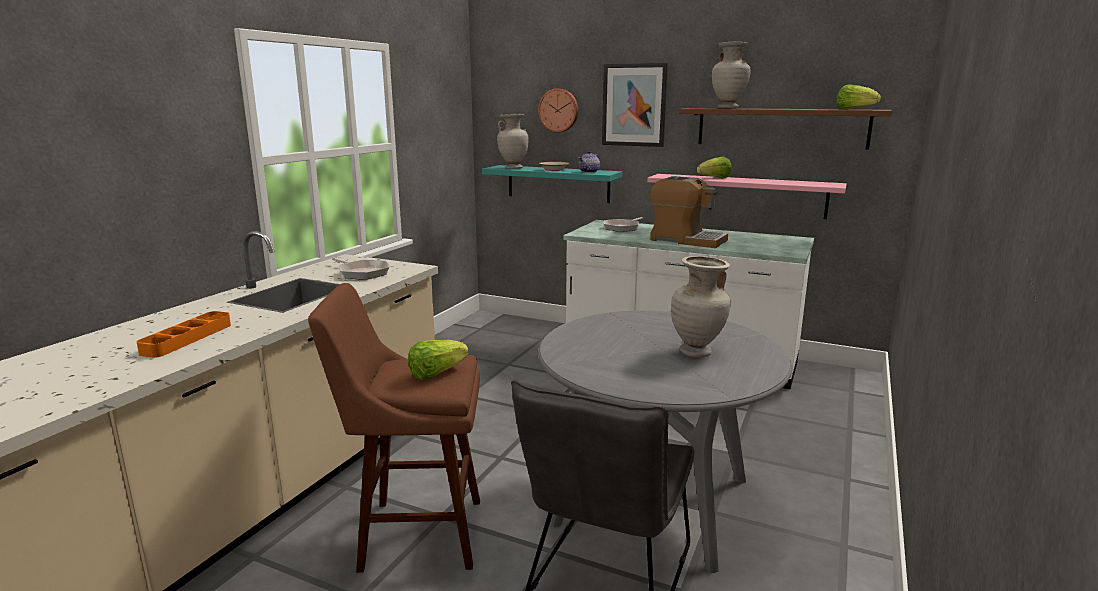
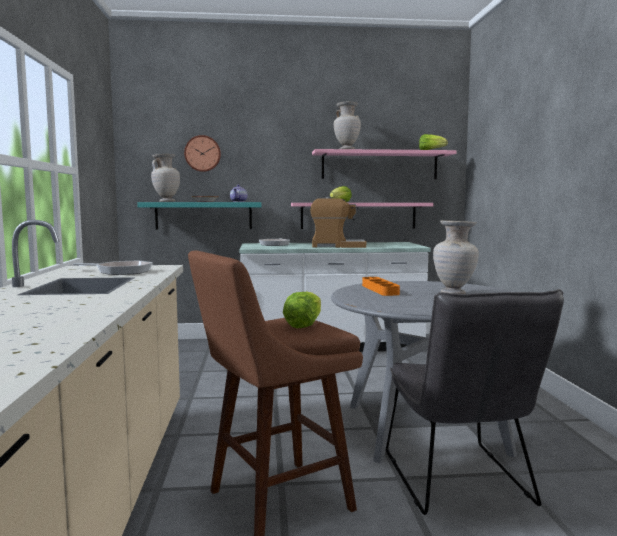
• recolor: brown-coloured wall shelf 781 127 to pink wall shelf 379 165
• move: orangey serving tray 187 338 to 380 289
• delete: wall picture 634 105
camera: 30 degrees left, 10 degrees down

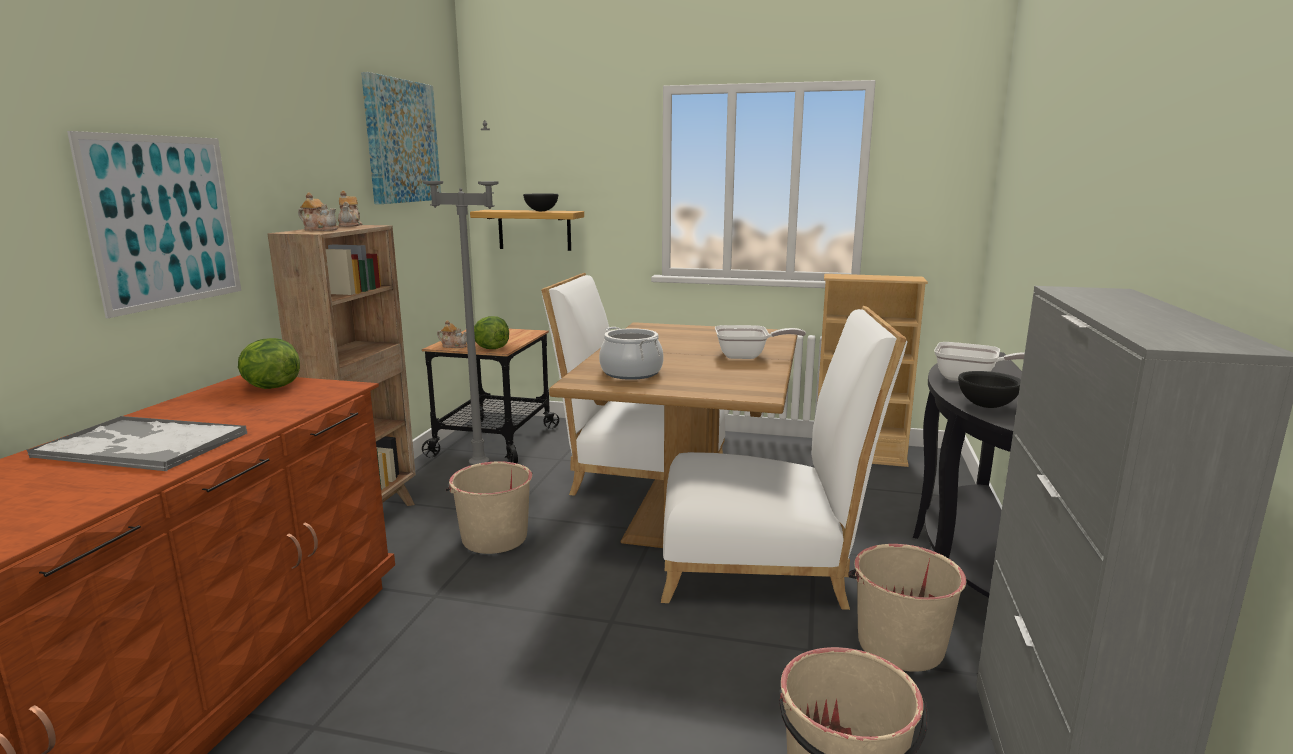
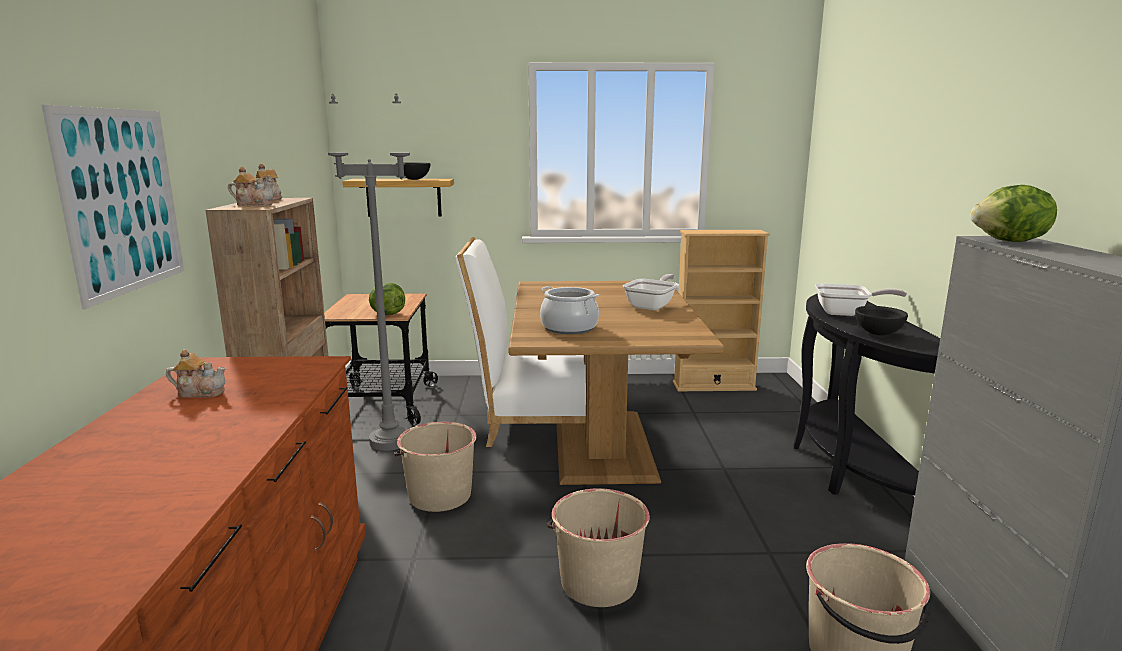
• move: pot for tea 454 346 to 200 392
• move: beige pail 899 644 to 598 582
• rotate: skillet 747 356 = 652 306 45 degrees counterclockwise
• move: lettuce head 270 387 to 1010 242
• delete: serving tray 141 445
• delete: wall picture 401 141
• delete: white upright chair 764 565
camera: 15 degrees left, 0 degrees up

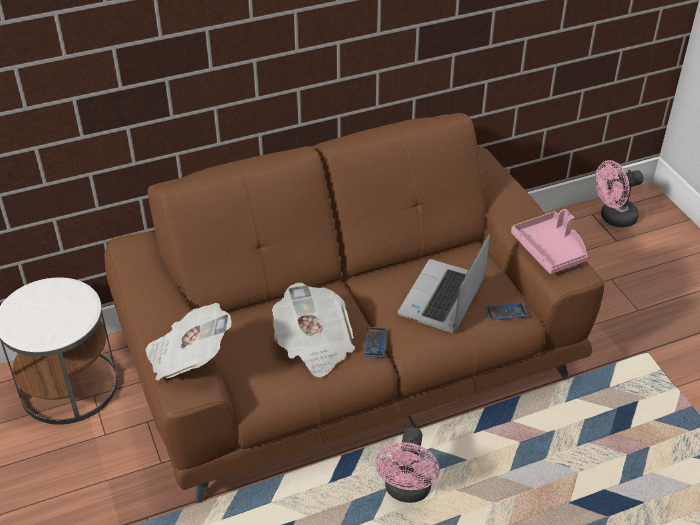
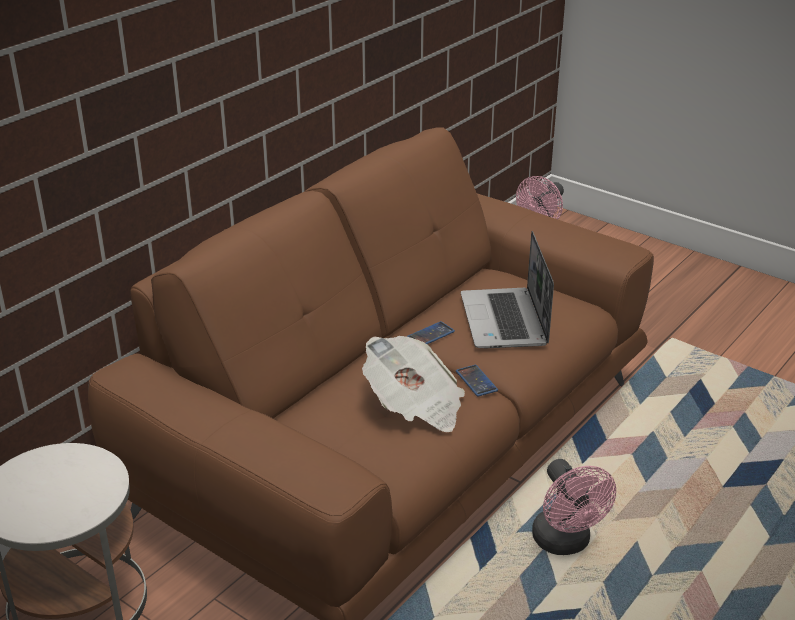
• move: telephone 506 312 to 430 335
• delete: daily paper 188 357
• delete: pink serving tray 550 250
camera: 30 degrees left, 10 degrees down

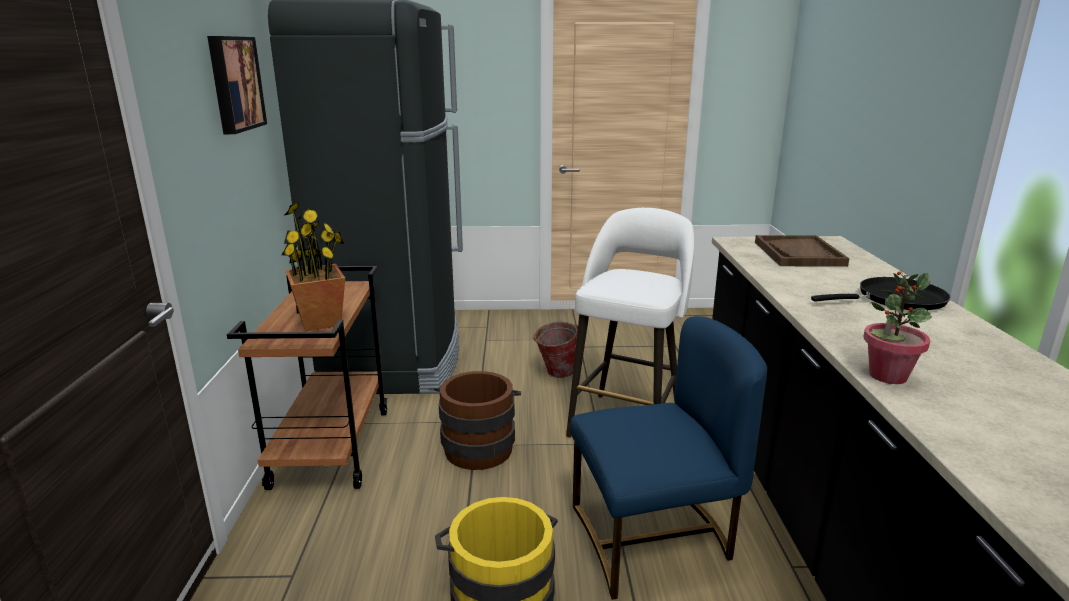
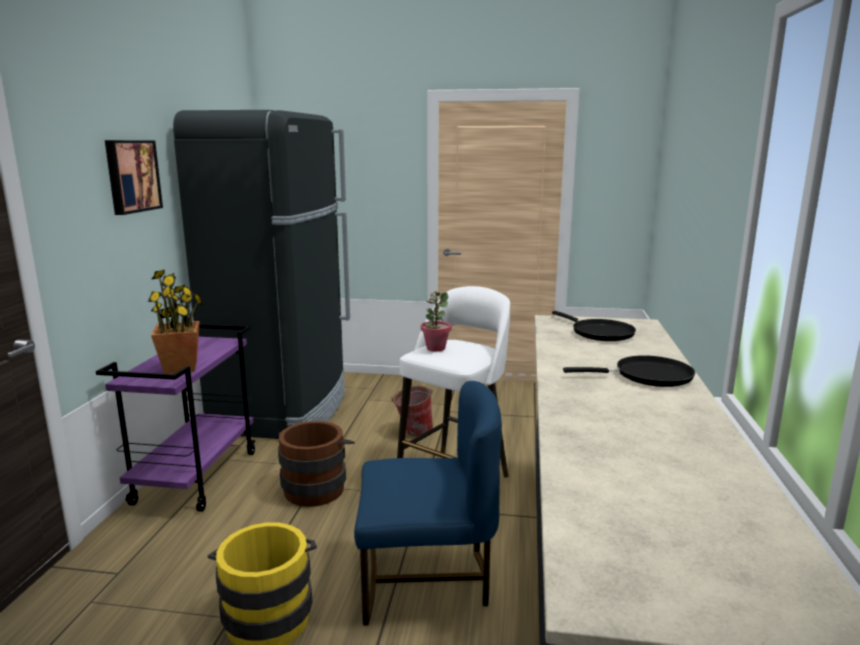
• recolor: brown-coloured trolley 331 447 to purplish trolley 196 476
• move: houseplant 887 376 to 435 348
• replace: brown-coloured serving tray 799 254 to black-coloured skillet 599 333
camera: 10 degrees right, 5 degrees down

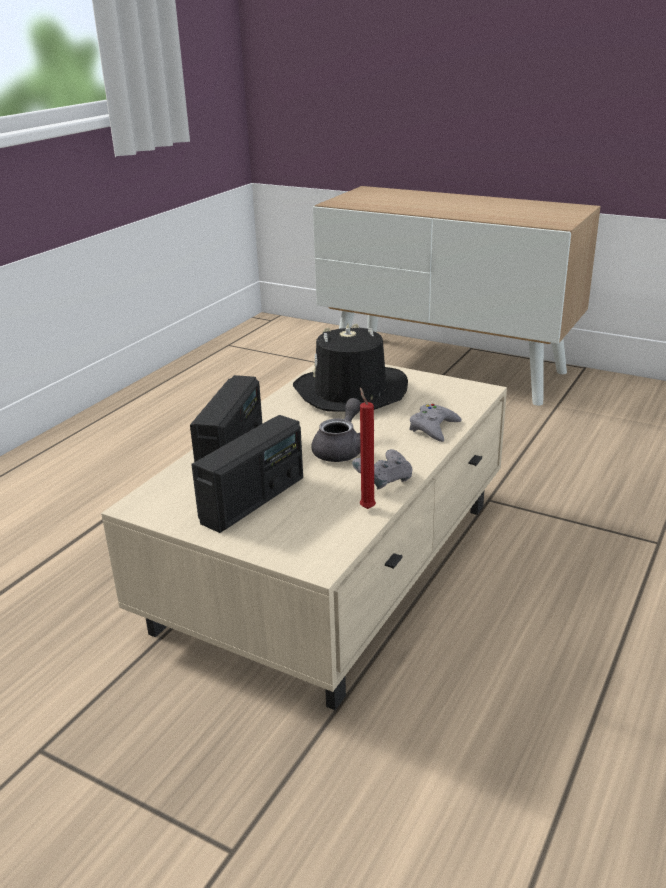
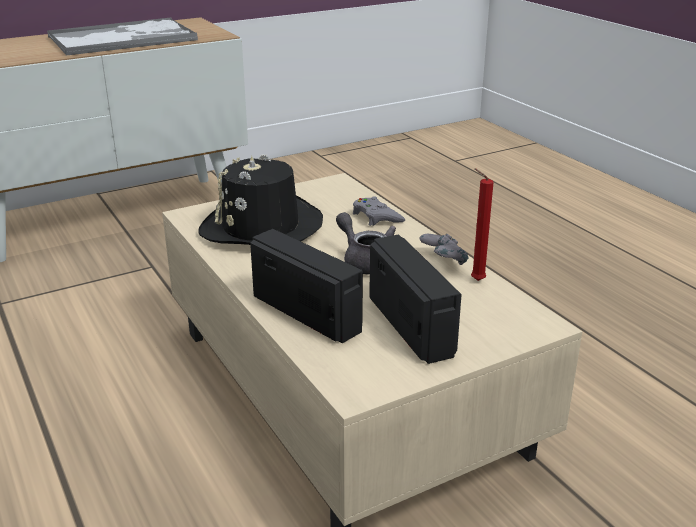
• insert: serving tray 124 39
camera: 60 degrees left, 0 degrees up

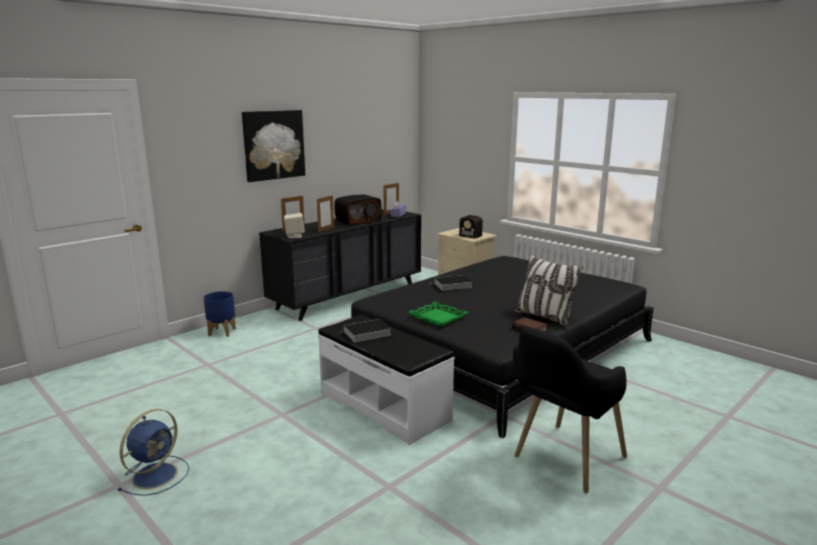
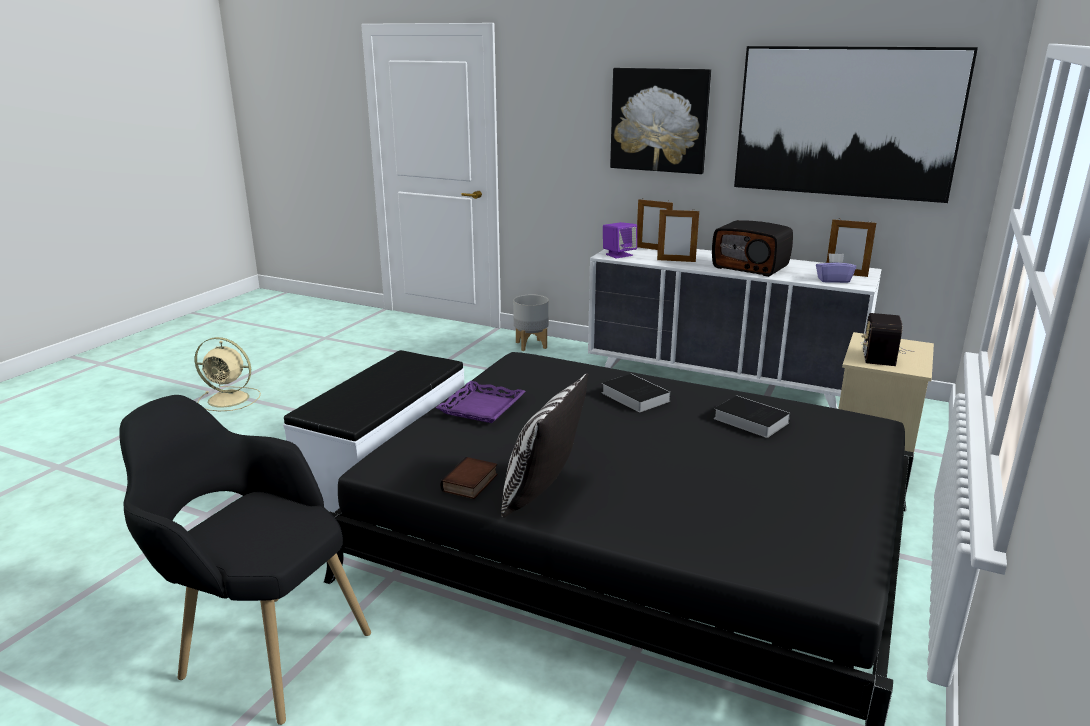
• recolor: blue cooling fan 156 474 to beige cooling fan 230 399
• recolor: greenish serving tray 438 317 to purplish serving tray 482 408
• recolor: blue planter 222 332 to greyish planter 531 345
• recolor: black-coloured drawer chest 348 296 to white drawer chest 722 381
• recolor: beige loudspeaker 294 236 to purplish loudspeaker 619 255
• move: bound book 366 334 to 748 420
• insert: wall picture 845 122
camera: 70 degrees right, 5 degrees up

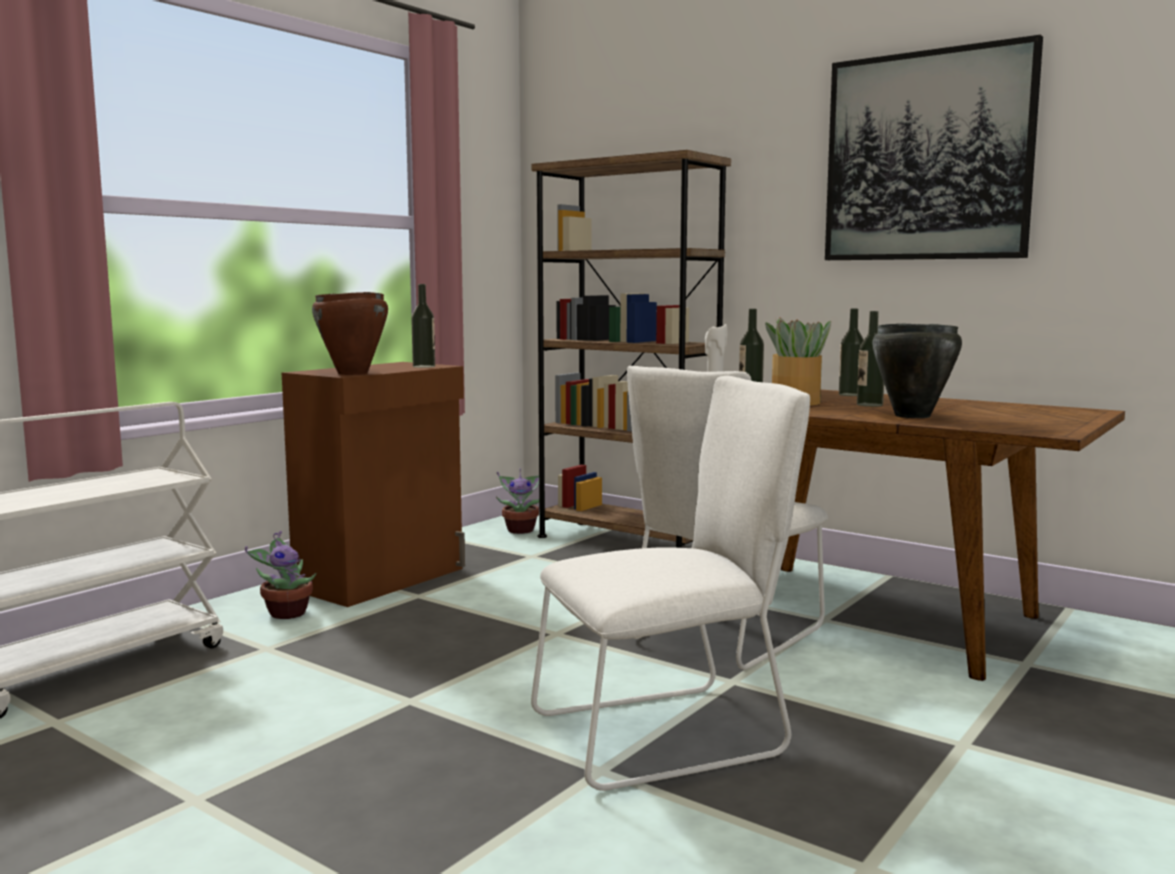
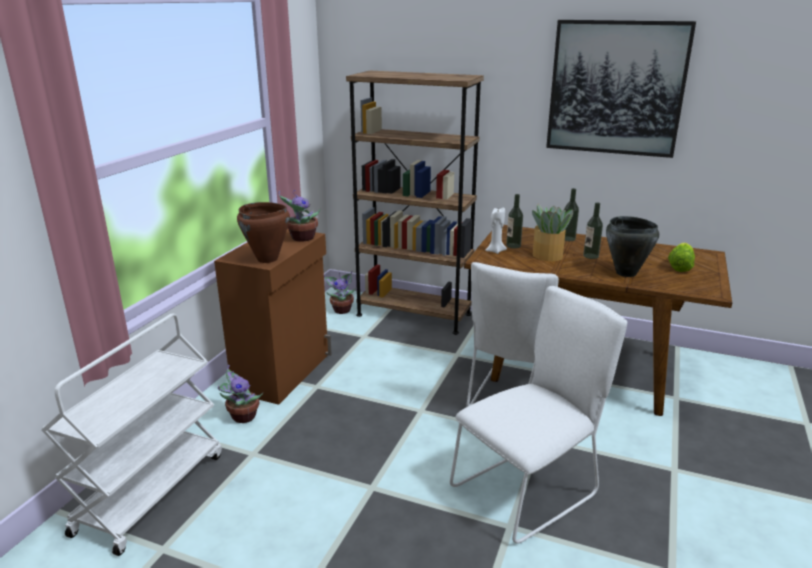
• replace: beverage bottle 424 366 to houseplant 301 238
• insert: lettuce head 680 267
camera: 15 degrees left, 15 degrees up

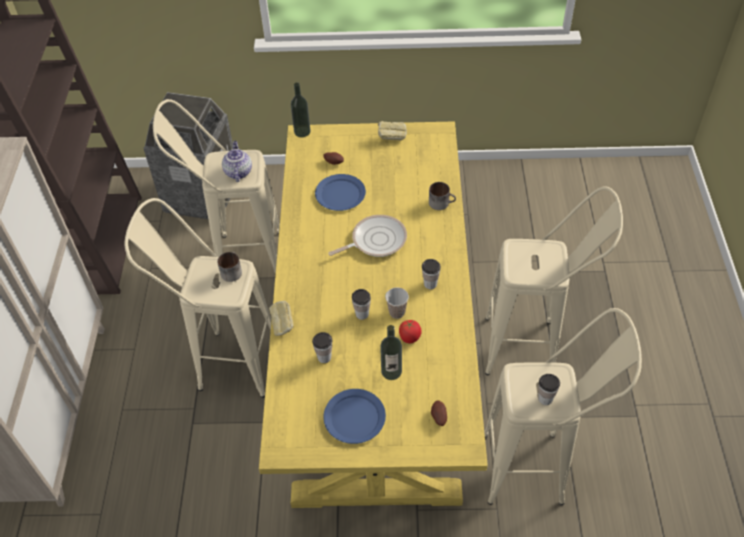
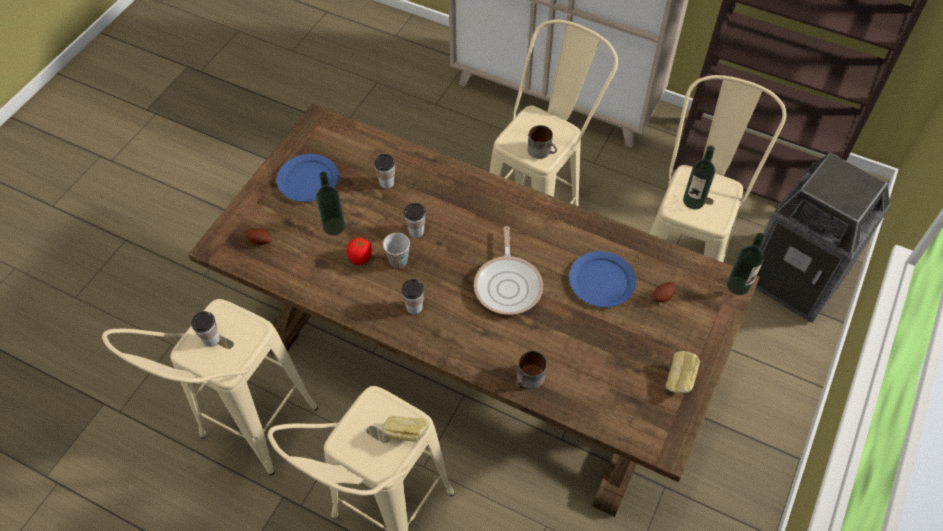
• recolor: yellowish kitchen table 374 353 to brown-coloured kitchen table 472 354
• move: baked bread 283 325 to 407 435
• replace: pot for tea 238 172 to beverage bottle 693 201
camera: 115 degrees right, 5 degrees up

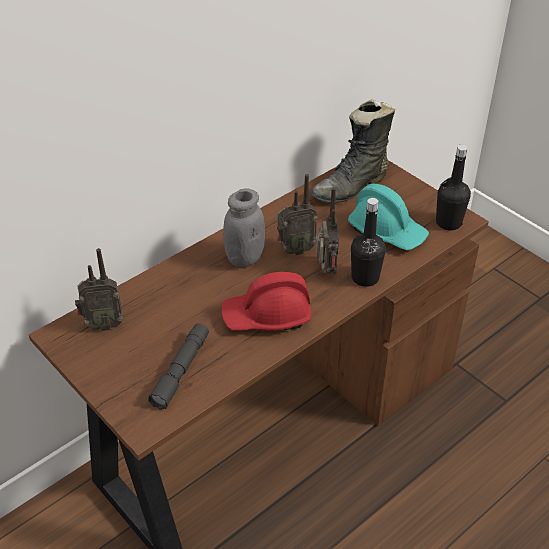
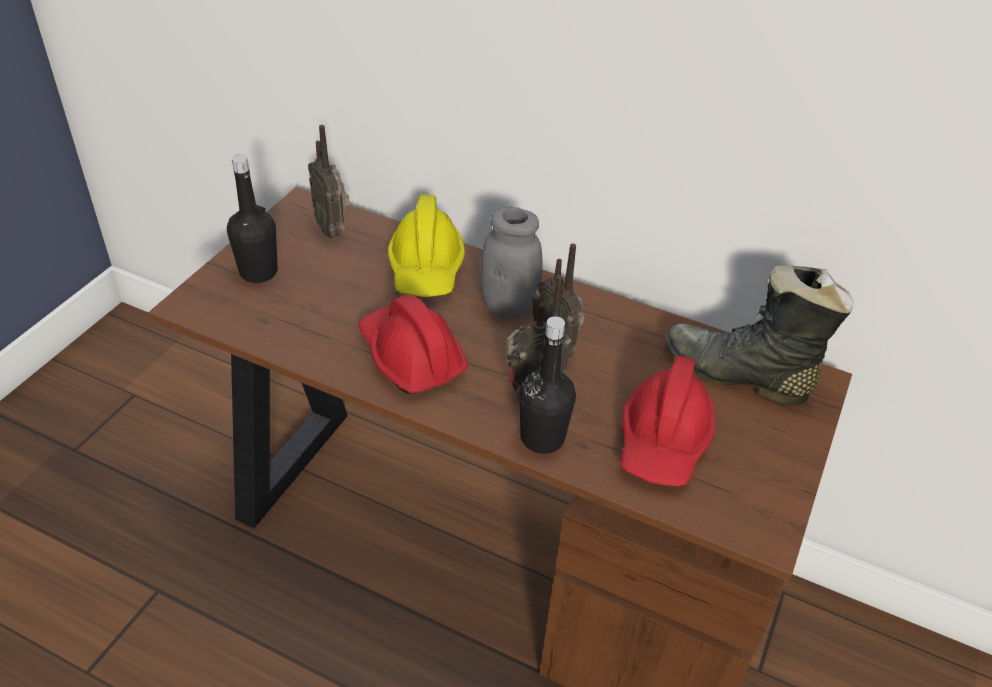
• move: black-coloured beverage bottle 448 223 to 258 272
• insert: yellowish hard hat 426 268
• recolor: blue-green hard hat 387 231 to reddish hard hat 664 440
• delete: greyish torch 181 371
camera: 65 degrees right, 0 degrees up

